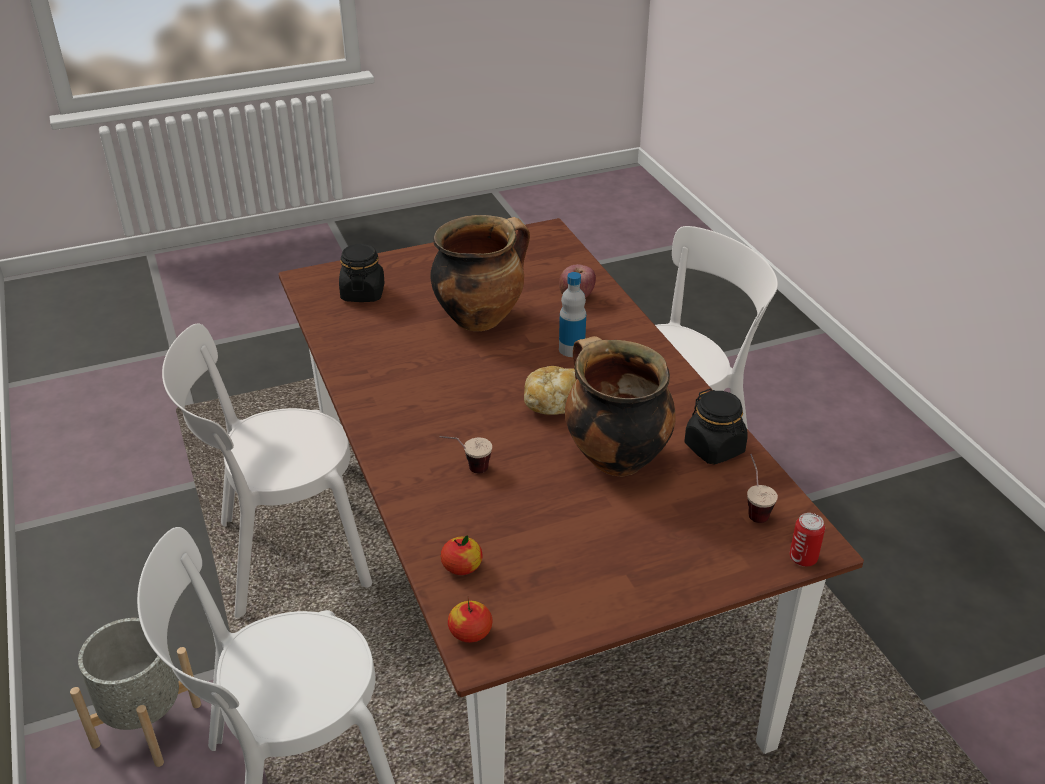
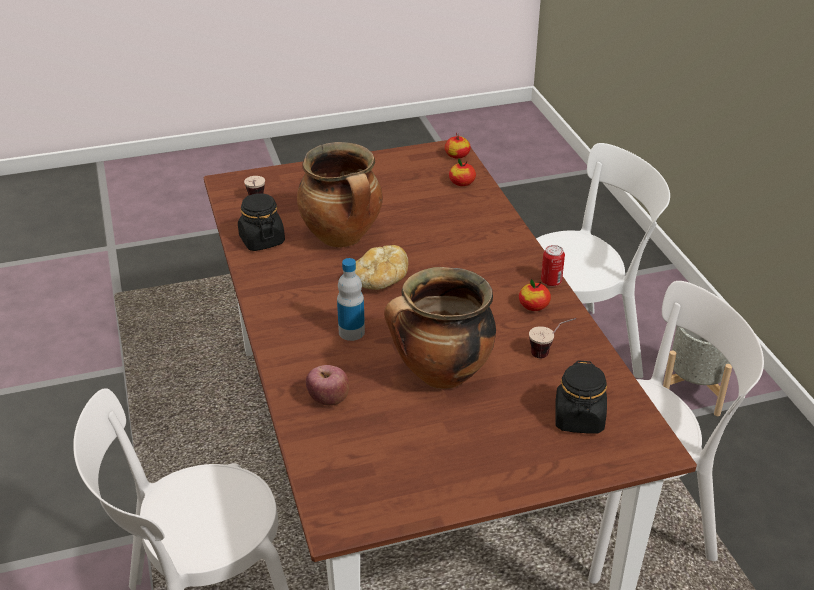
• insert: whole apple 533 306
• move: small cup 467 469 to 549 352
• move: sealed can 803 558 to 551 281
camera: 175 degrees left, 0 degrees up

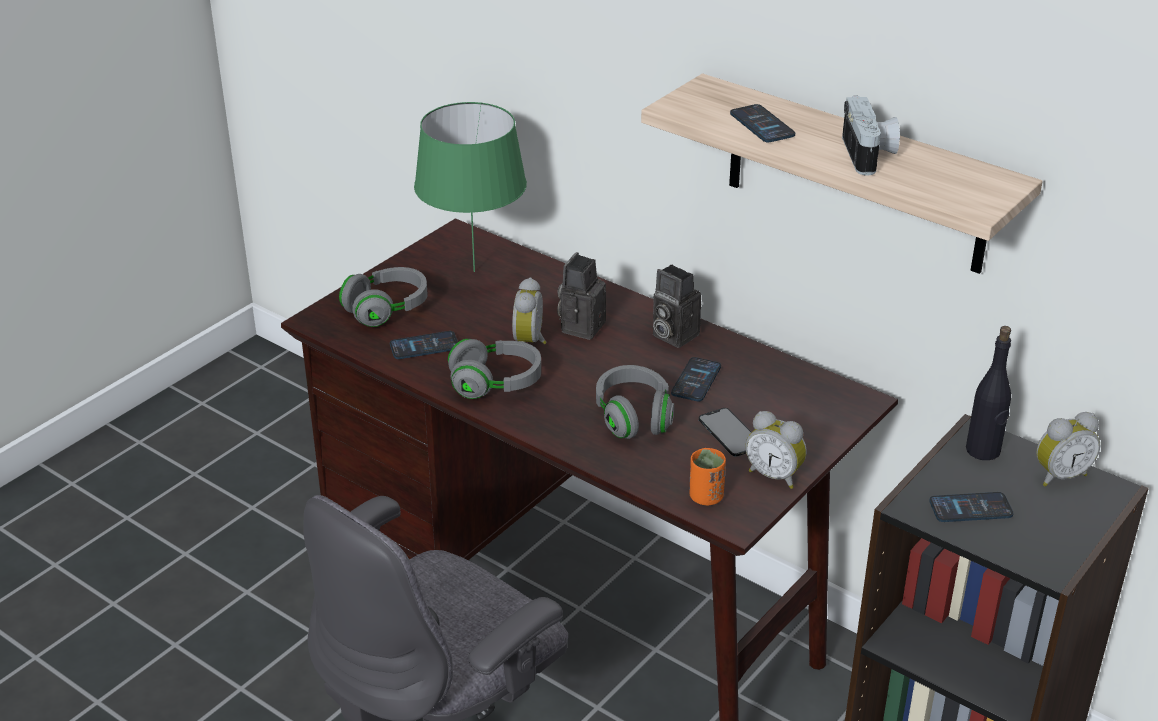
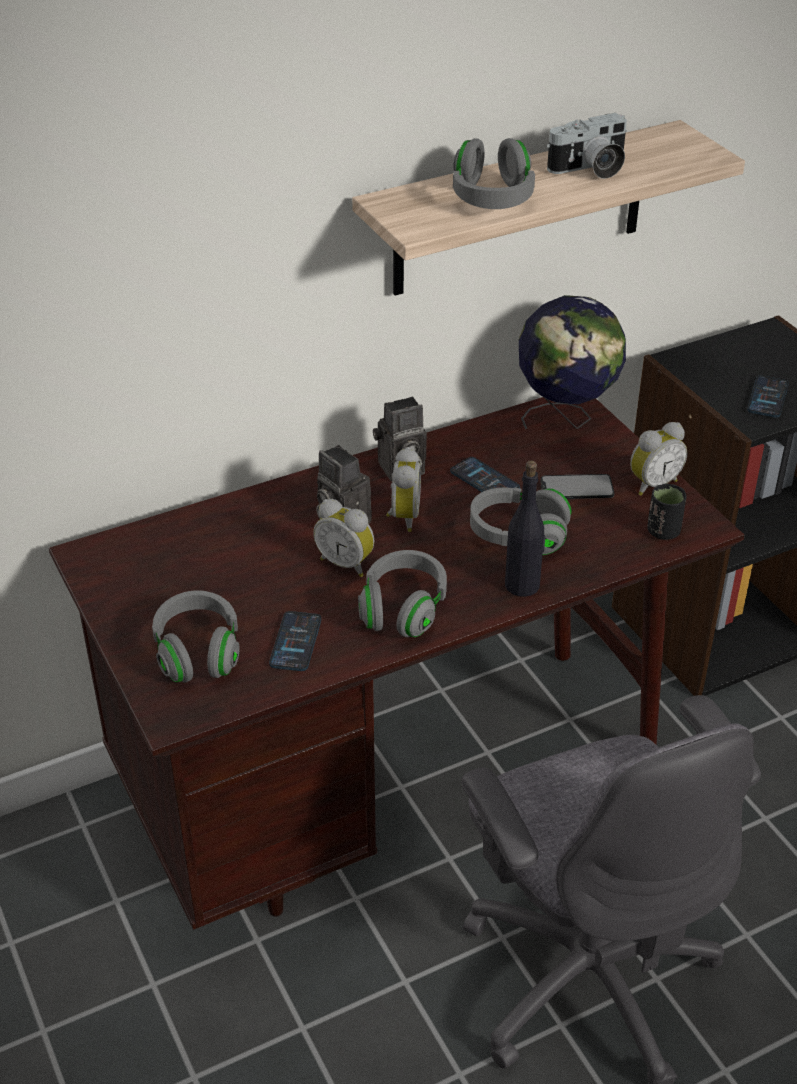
• move: bedside clock 1059 475 to 402 517
• replace: telephone 762 125 to greyish headset 492 198
• move: black-coloured beverage bottle 983 450 to 523 585
• insert: world globe 565 418
• rotate: photo camera 870 155 = 590 169 135 degrees clockwise
• recolor: orangey small cup 706 497 to black-coloured small cup 663 532
• delete: greenish table lamp 473 270
camera: 65 degrees left, 5 degrees up

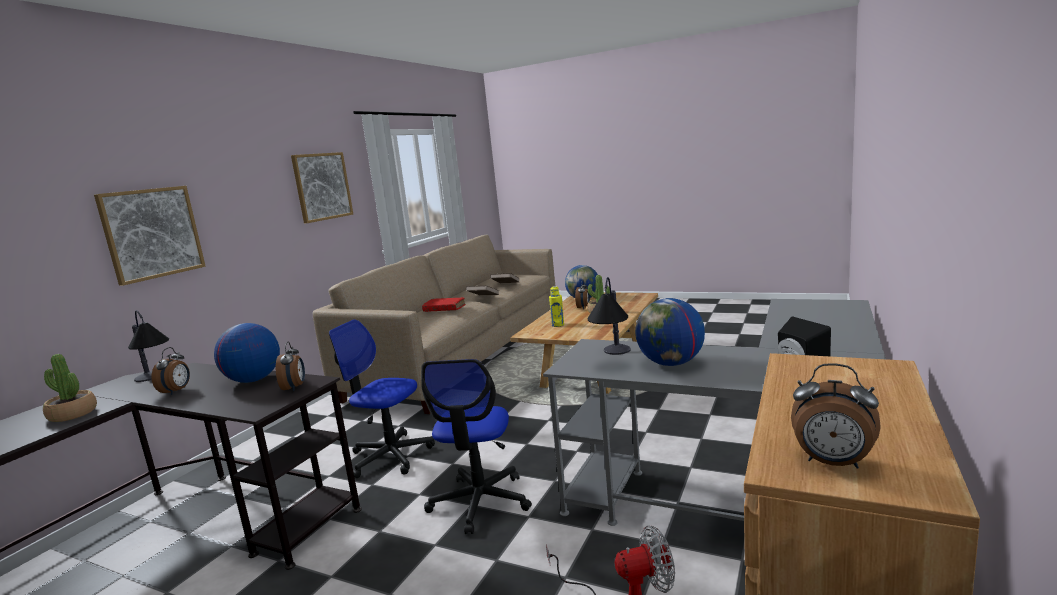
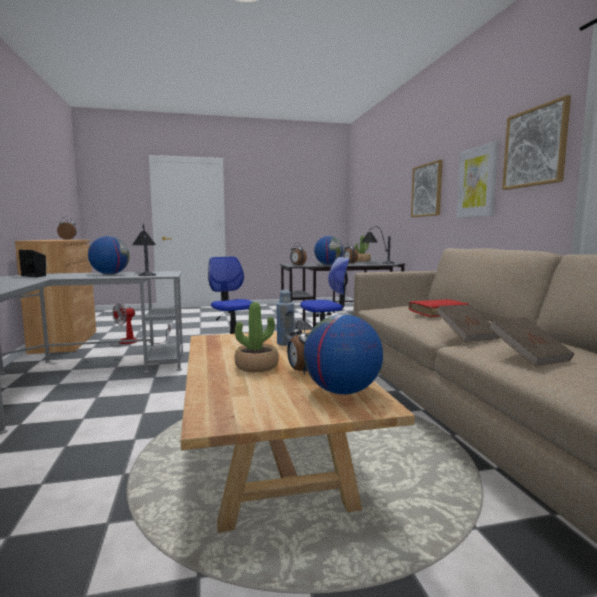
• recolor: yellowish beverage bottle 558 325 to blue beverage bottle 285 343
• insert: wall picture 477 182
camera: 140 degrees right, 5 degrees down

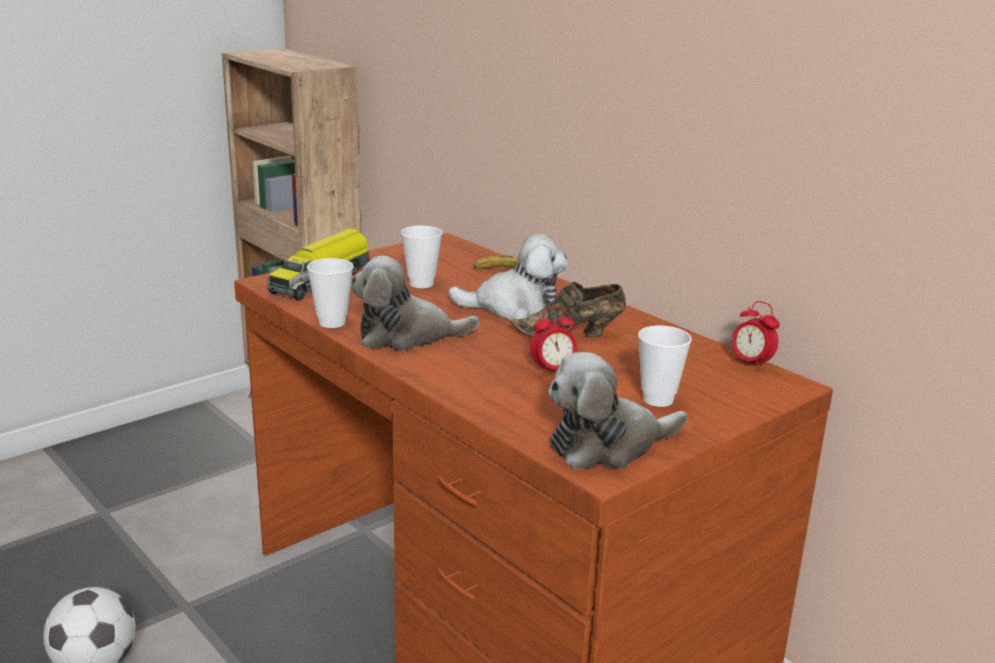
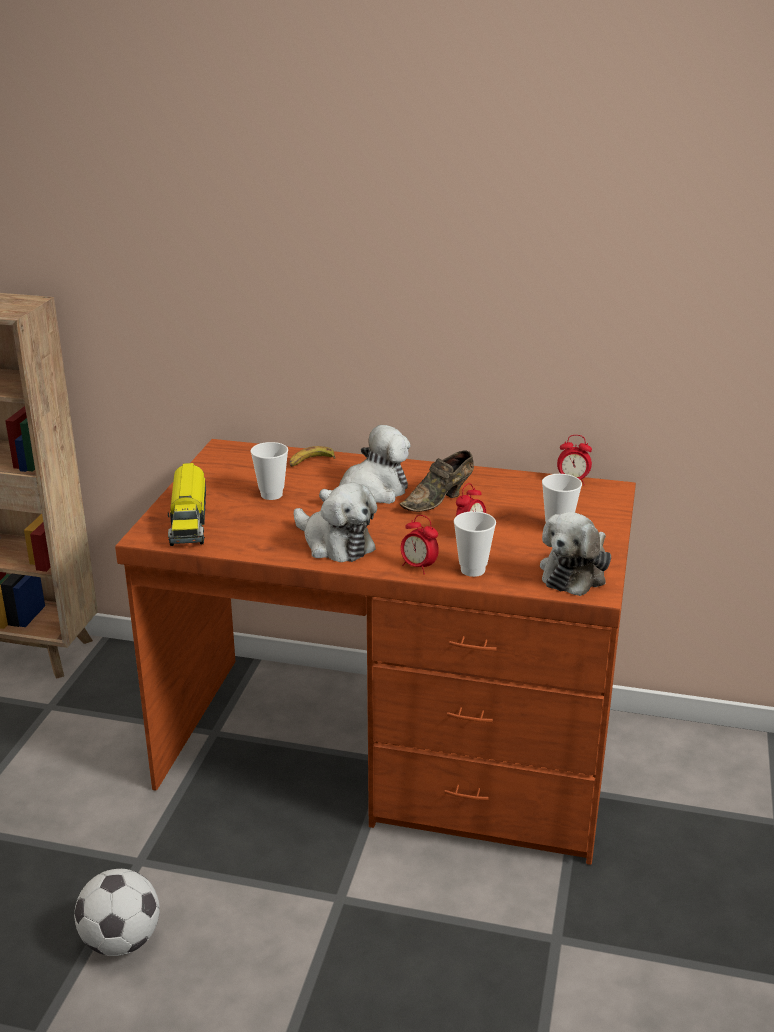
• rotate: plush toy 407 336 = 335 543 90 degrees counterclockwise
• insert: bedside clock 418 567
• move: small cup 332 322 to 472 570
camera: 35 degrees left, 5 degrees up

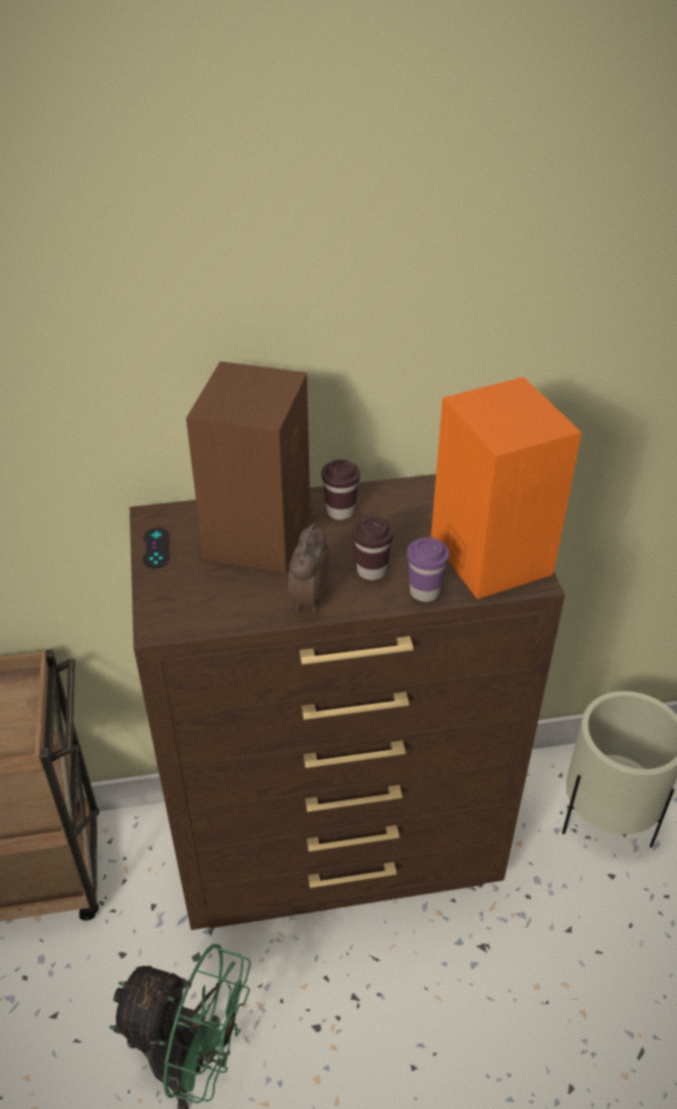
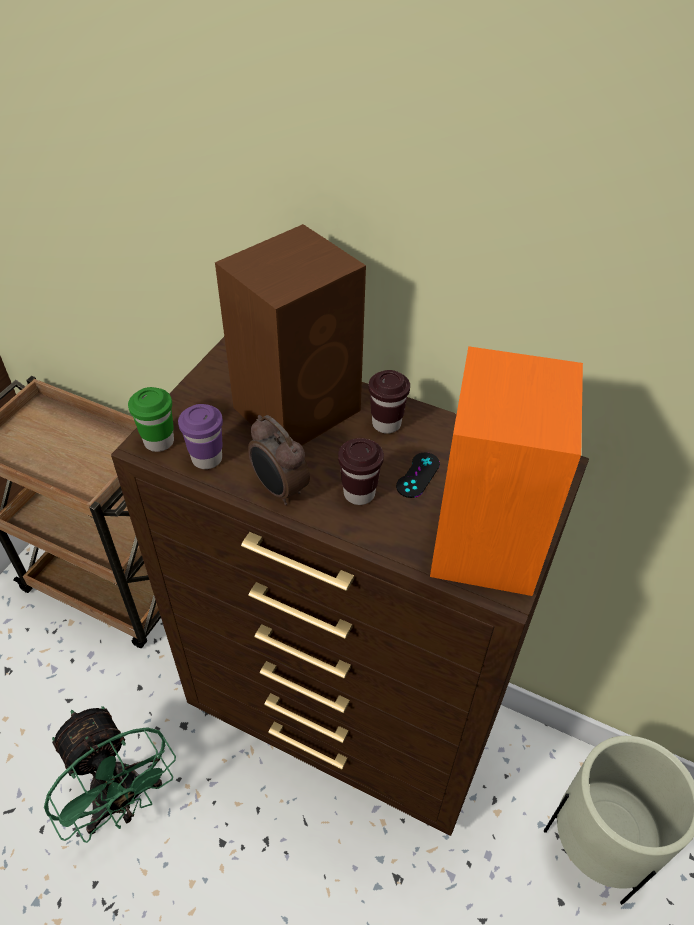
• insert: greenish small cup 159 441
• move: purplish small cup 424 592 to 207 459
• rotate: bedside clock 308 599 = 279 489 90 degrees counterclockwise
• move: black-coloured game controller 156 548 to 418 475
camera: 35 degrees right, 5 degrees up

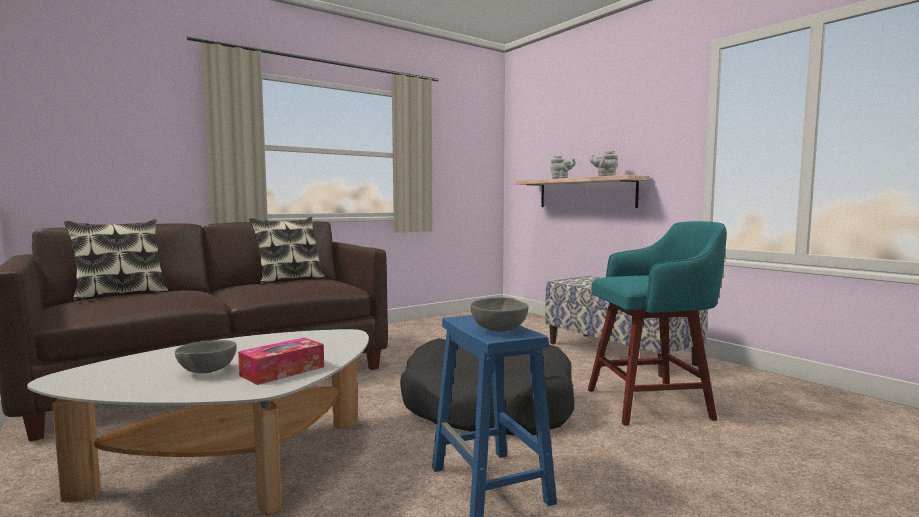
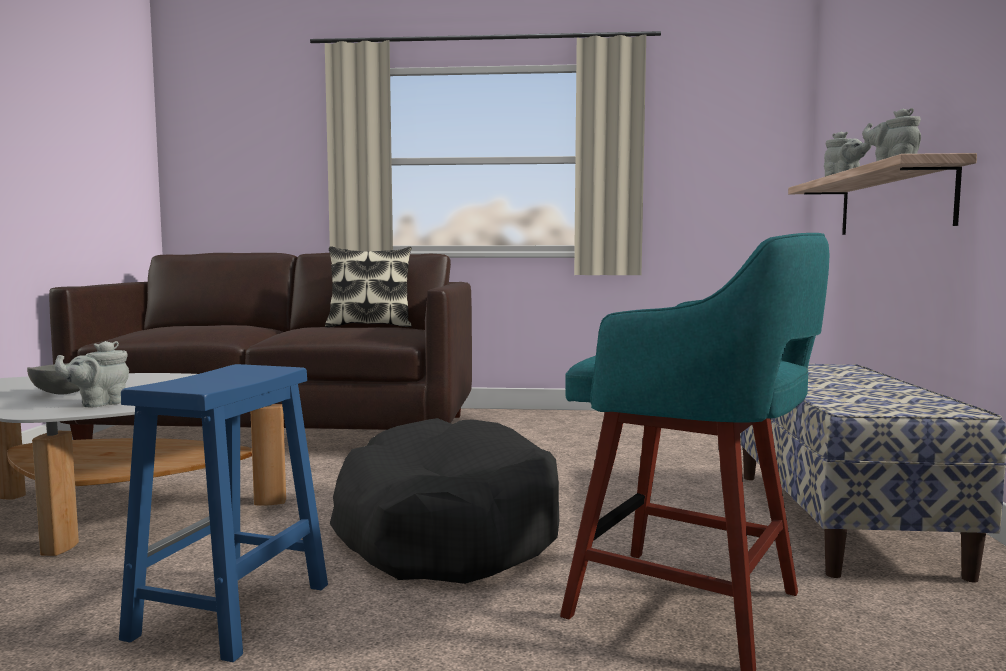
• replace: tissue holder 282 371 to greyish pot for tea 98 404
• delete: pillow 120 294
• delete: greyish deep dish 500 330
camera: 40 degrees right, 0 degrees up

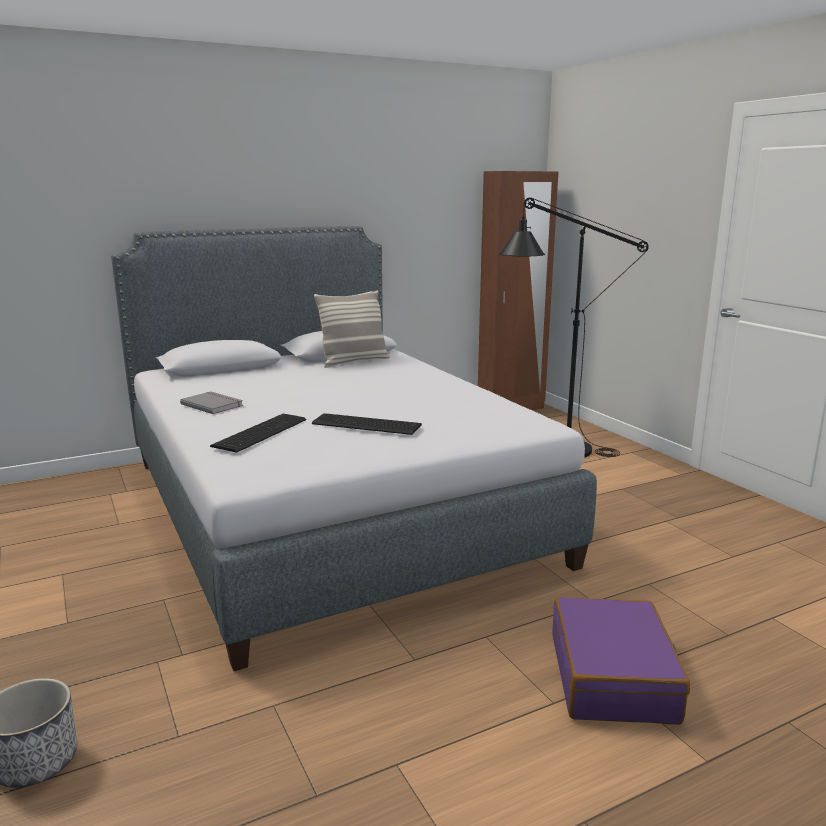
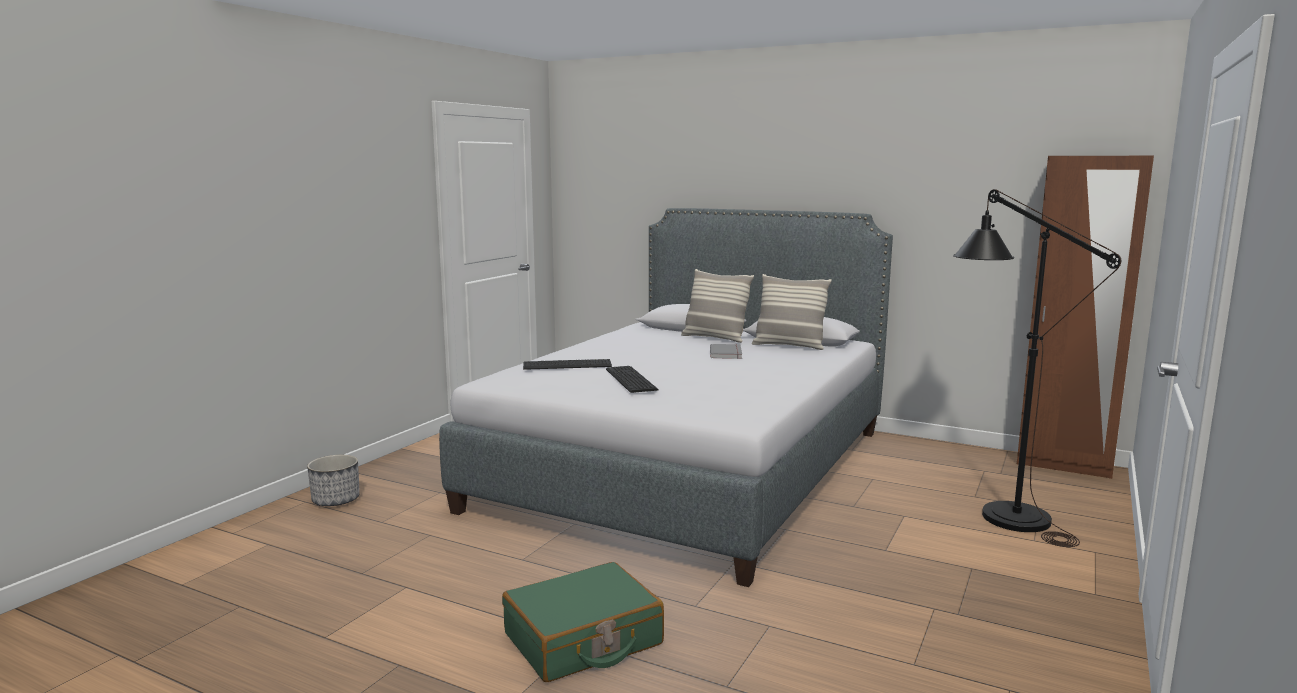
• recolor: purplish travel case 613 677 to greenish travel case 583 640
• insert: pillow 715 338
• move: greyish bound book 213 404 to 727 353
camera: 55 degrees right, 5 degrees down

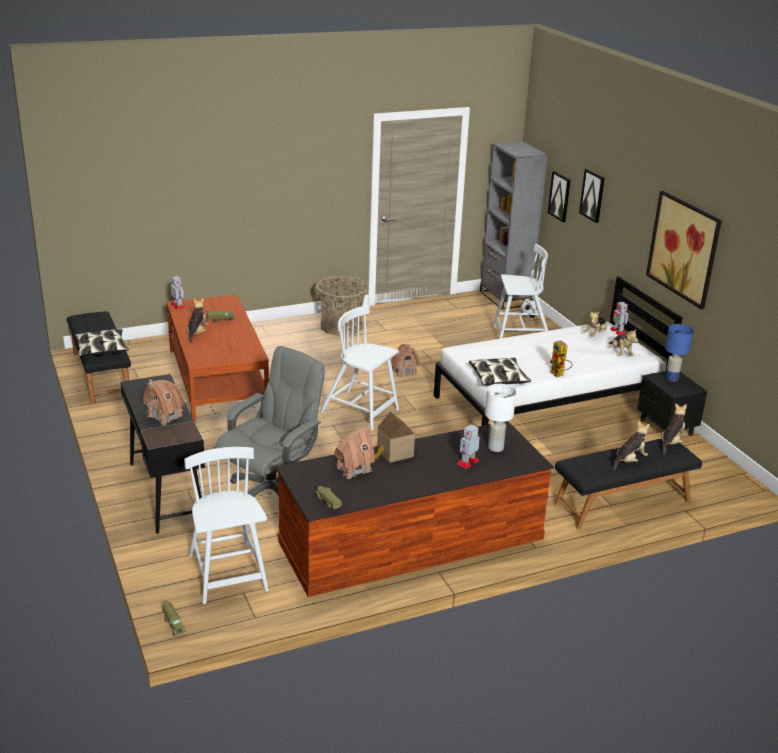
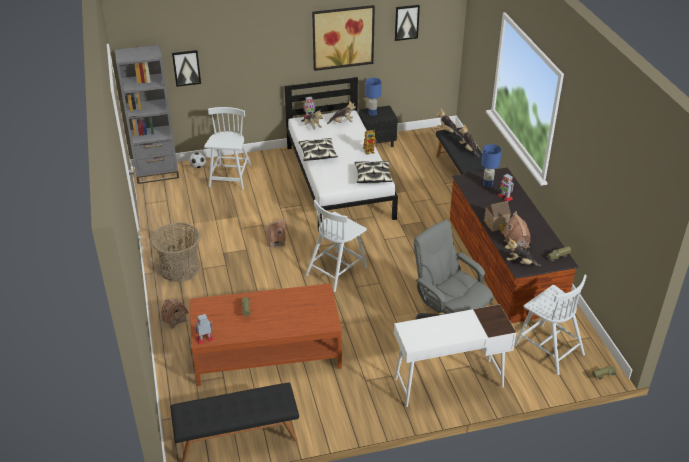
• move: toy house 165 416 to 174 320
• move: pillow 101 349 to 317 153
• recolor: black-coloured desk unit 166 492 to white desk unit 448 383
• move: wall picture 592 195 to 406 22
• recolor: white table lamp 496 448 to blue table lamp 488 184
• move: plush toy 197 333 to 520 263
• rotate: white upright chair 228 574 = 548 349 120 degrees counterclockwise
camera: 80 degrees left, 10 degrees up

